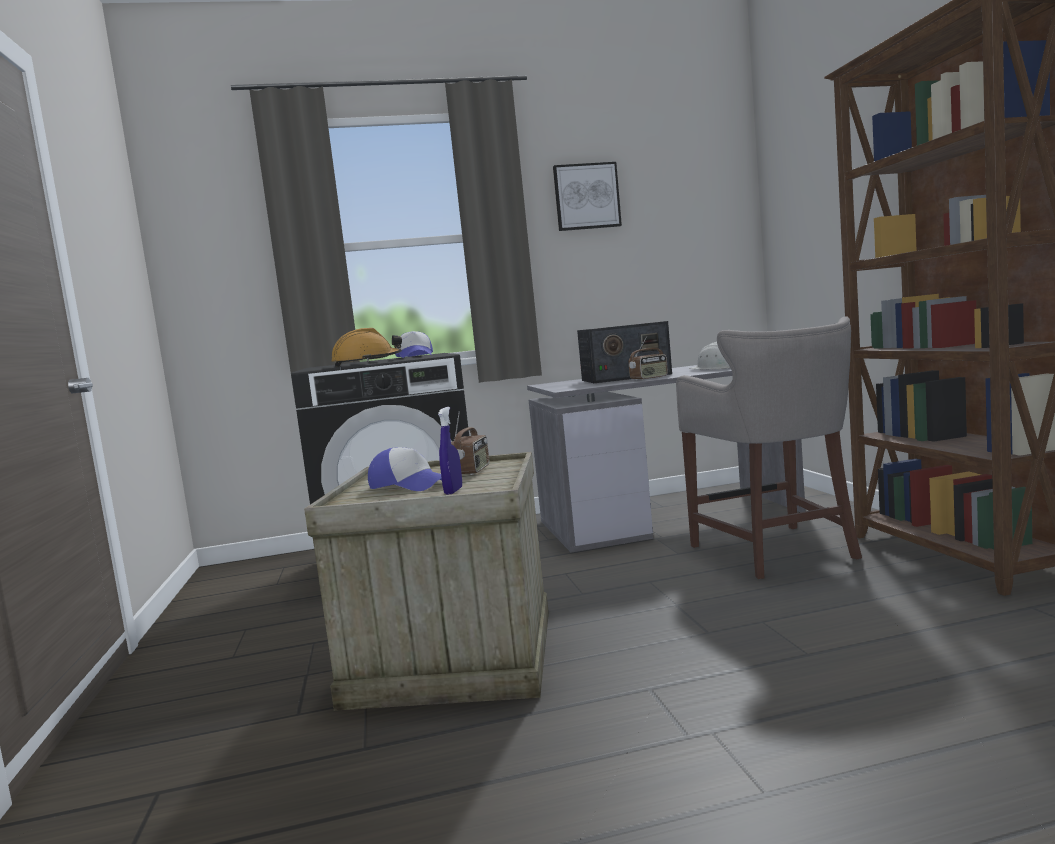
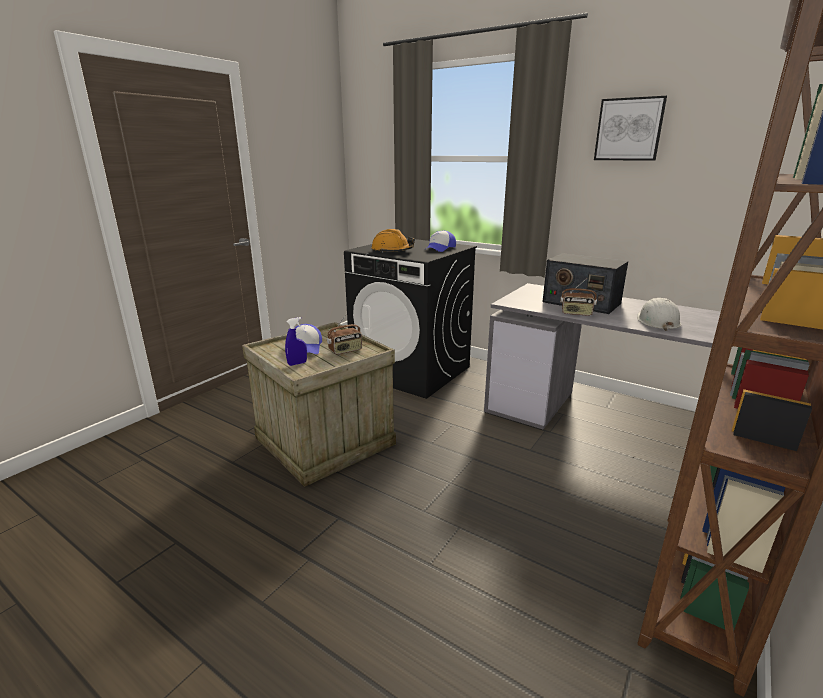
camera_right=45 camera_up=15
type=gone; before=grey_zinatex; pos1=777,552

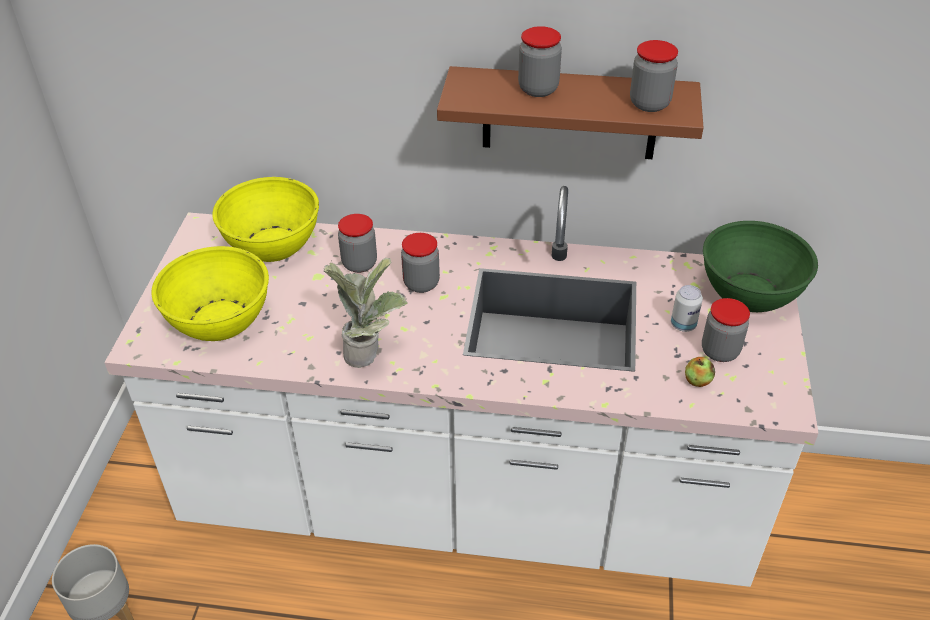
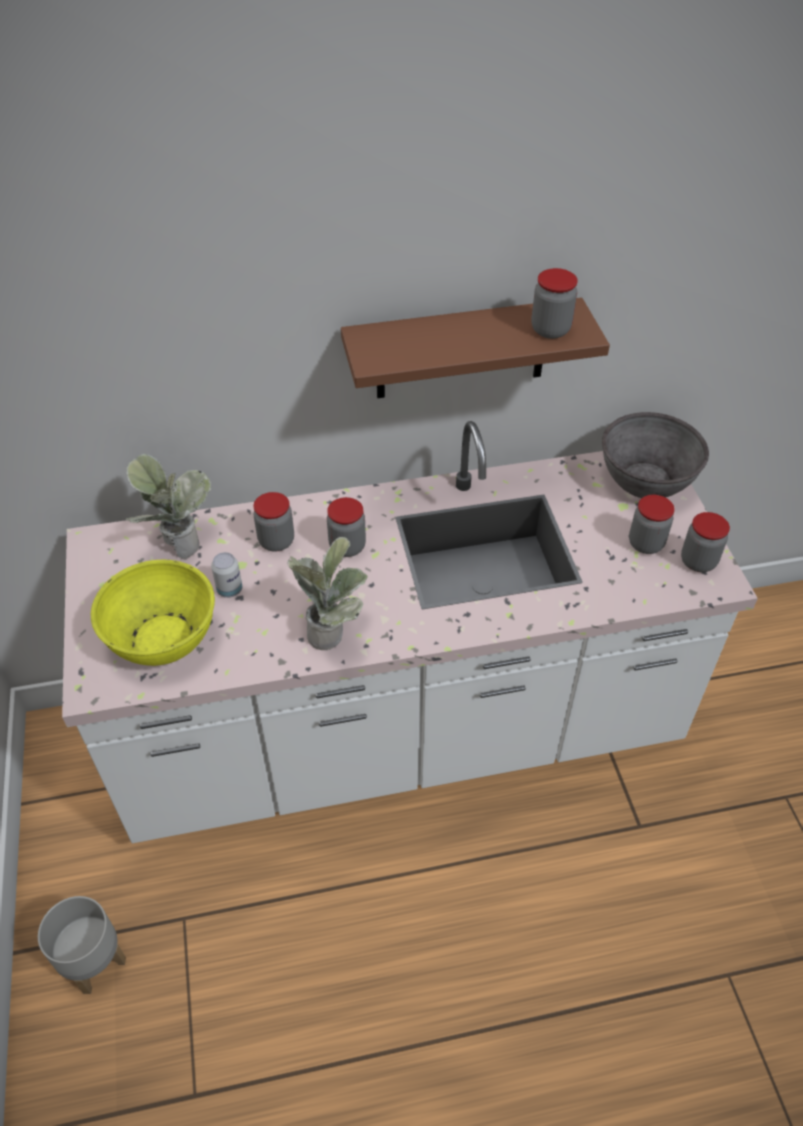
camera_right=-20 camera_up=5
type=gone; before=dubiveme; pos1=697,381
type=shifted; before=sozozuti; pos1=538,89; pos2=698,561
type=shifted; before=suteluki; pos1=683,325; pos2=229,590
type=swapped; before=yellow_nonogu; after=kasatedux; pos1=272,244; pos2=176,542
type=repainted; before=green_nonogu; after=grey_nonogu; pos1=749,292; pos2=646,480

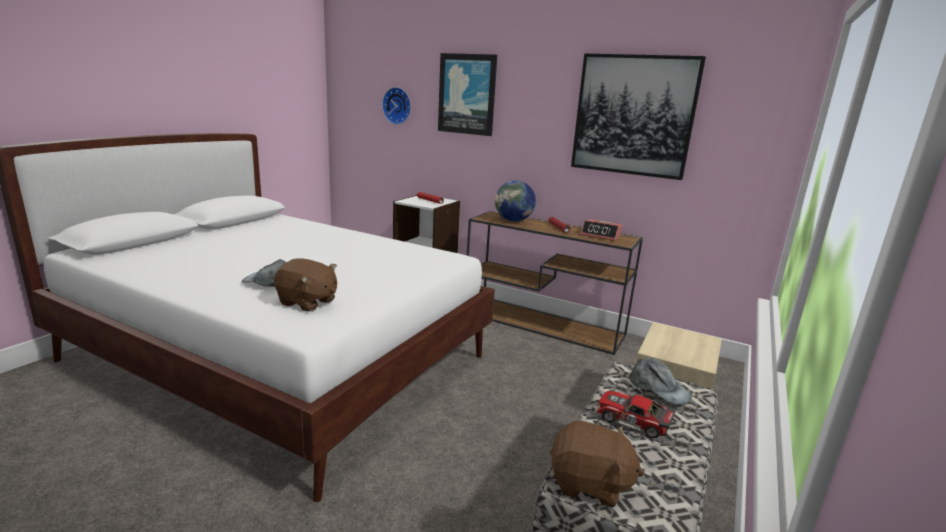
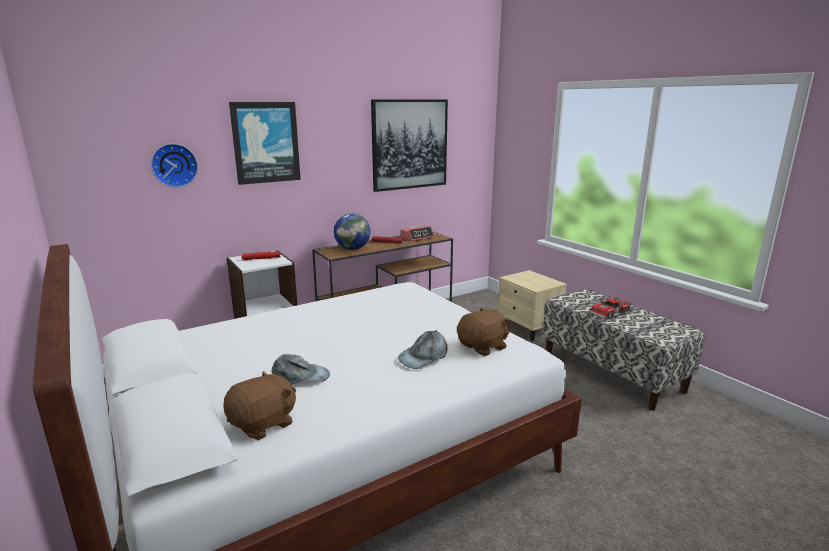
camera_right=-60 camera_up=0
type=shifted; before=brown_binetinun; pos1=589,484; pos2=263,424
type=shifted; before=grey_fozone; pos1=659,388; pos2=300,377

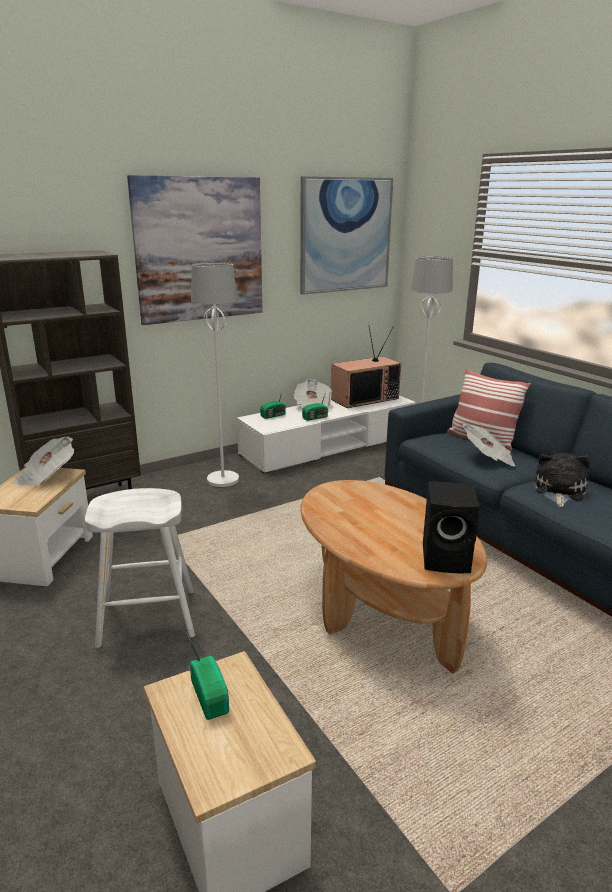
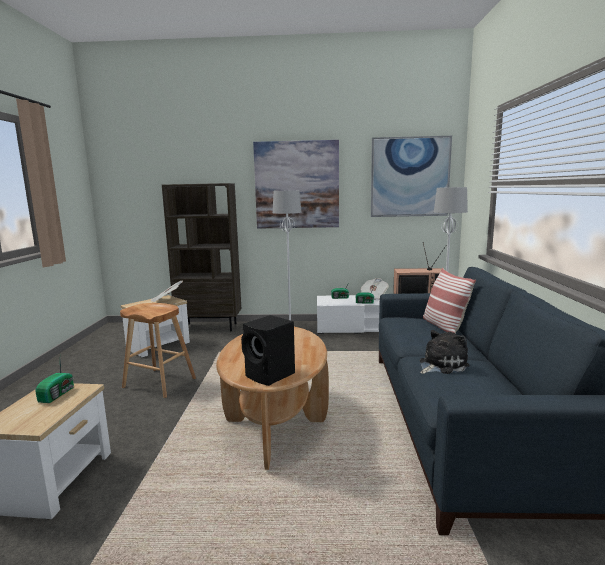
camera_right=35 camera_up=-10
type=gone; before=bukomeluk; pos1=488,458
type=repainted; before=white_zinatex; after=brown_zinatex; pos1=147,618; pos2=159,383

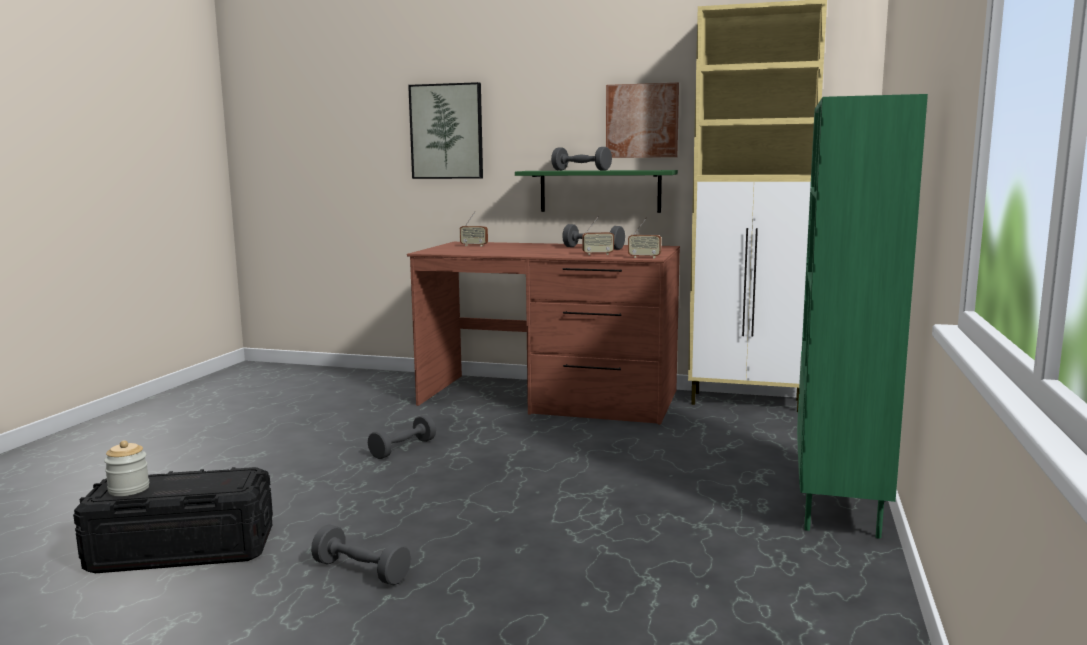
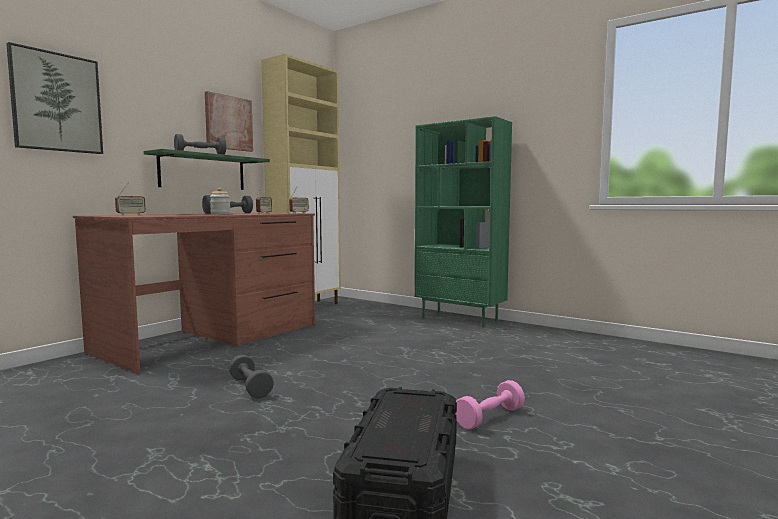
camera_right=-70 camera_up=-5
type=shifted; before=sozozuti; pos1=129,489; pos2=220,214
type=repainted; before=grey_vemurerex; after=pink_vemurerex; pos1=361,571; pos2=489,417

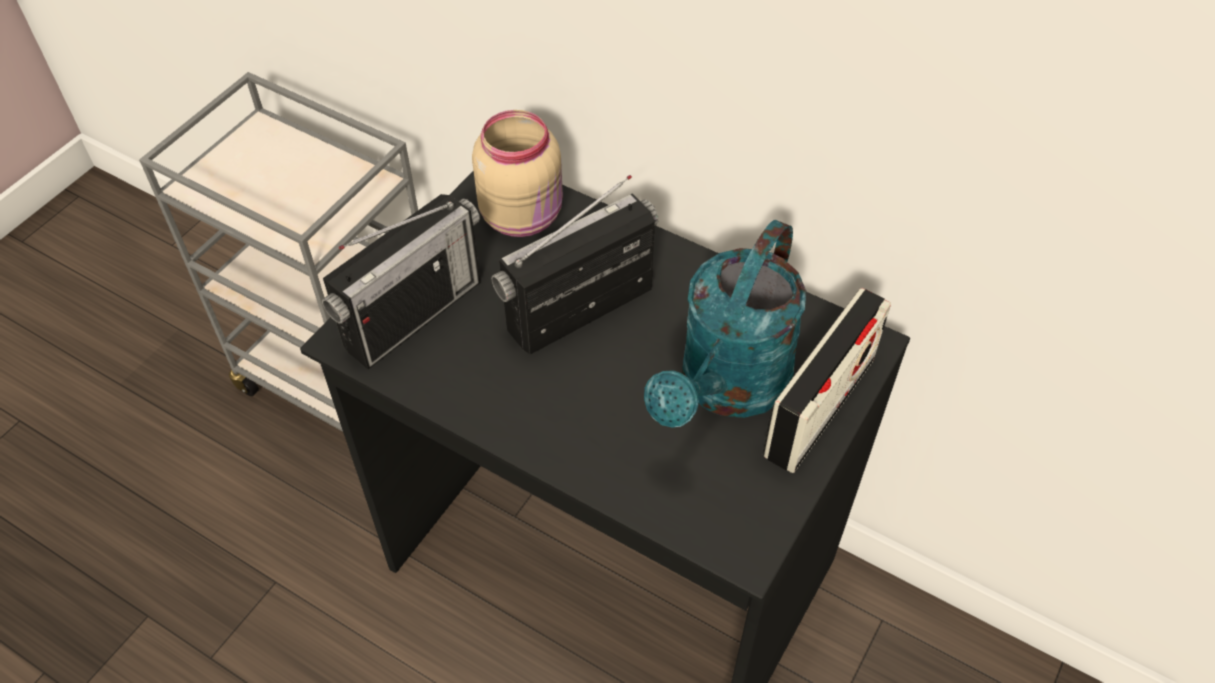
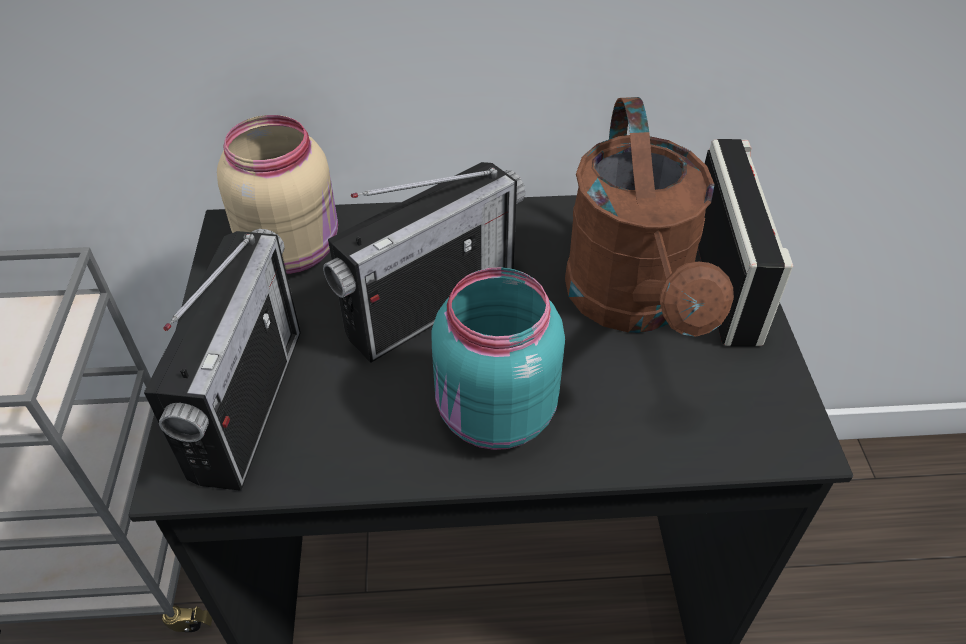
camera_right=-35 camera_up=-5
type=new; after=turquoise_sozozuti; pos2=493,415
type=repainted; before=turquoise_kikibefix; after=brown_kikibefix; pos1=726,388; pos2=633,305
type=rotated; before=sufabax; pos1=580,310; pos2=431,306; turn=-150

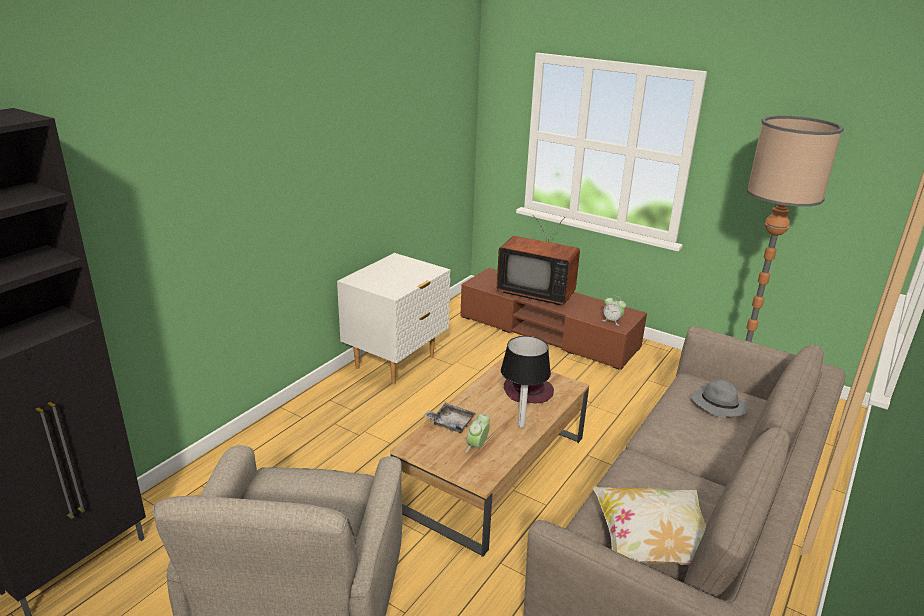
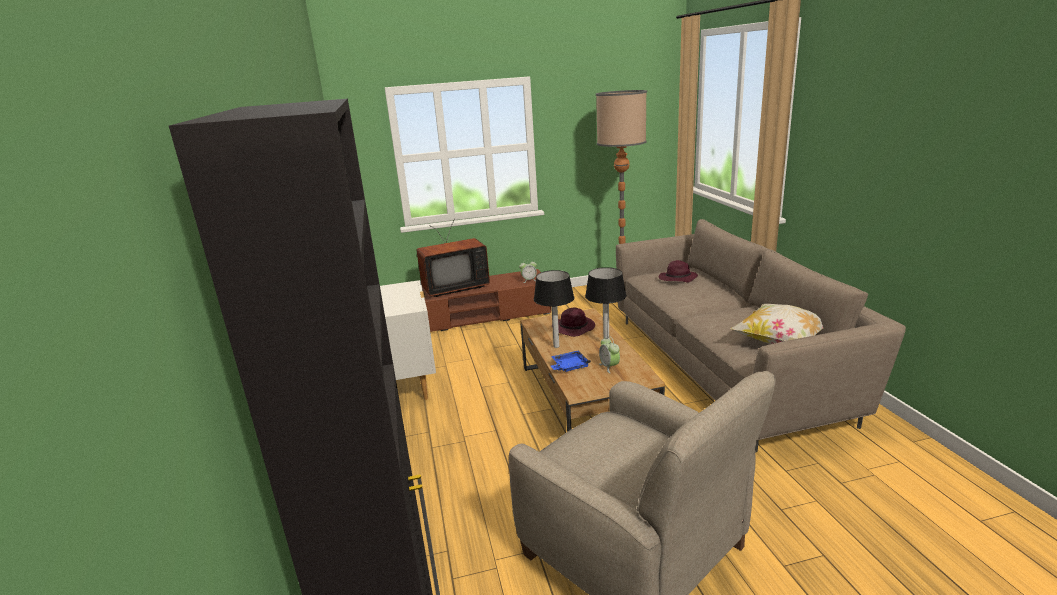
camera_right=-45 camera_up=-5
type=new; after=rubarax; pos2=556,346
type=repainted; before=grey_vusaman; after=blue_vusaman; pos1=450,423; pos2=569,366
type=repainted; before=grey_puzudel; after=purple_puzudel; pos1=717,405; pos2=677,279

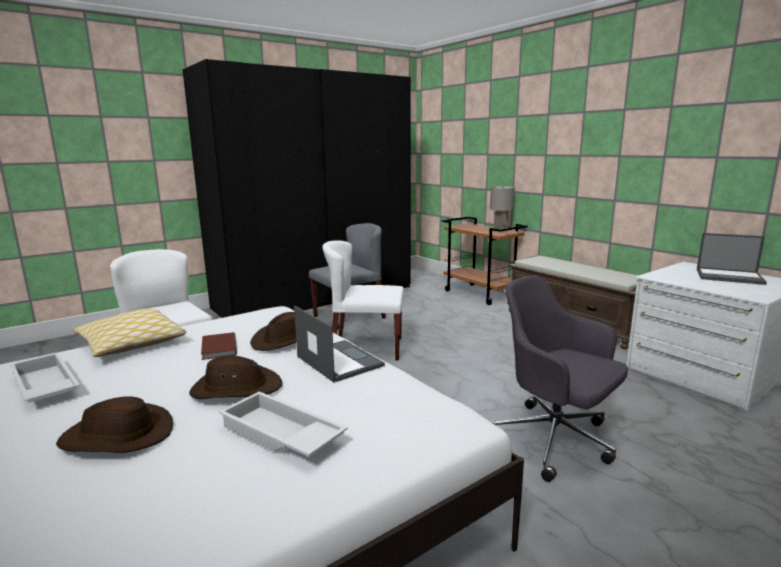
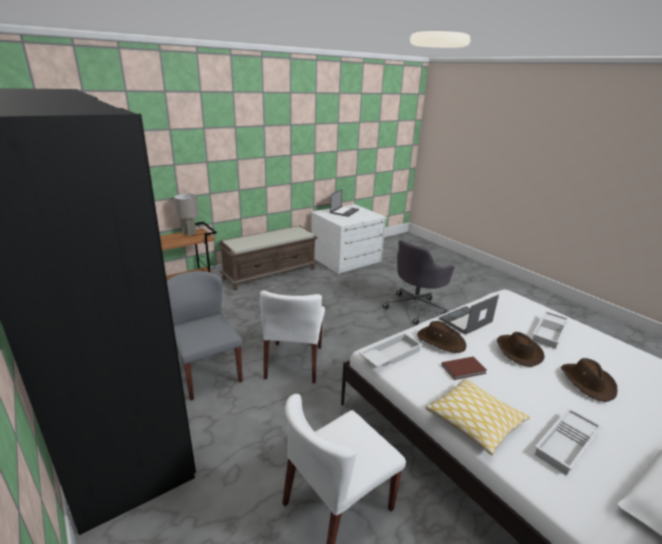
camera_right=-90 camera_up=10
type=new; after=white_vusaman; pos2=390,354

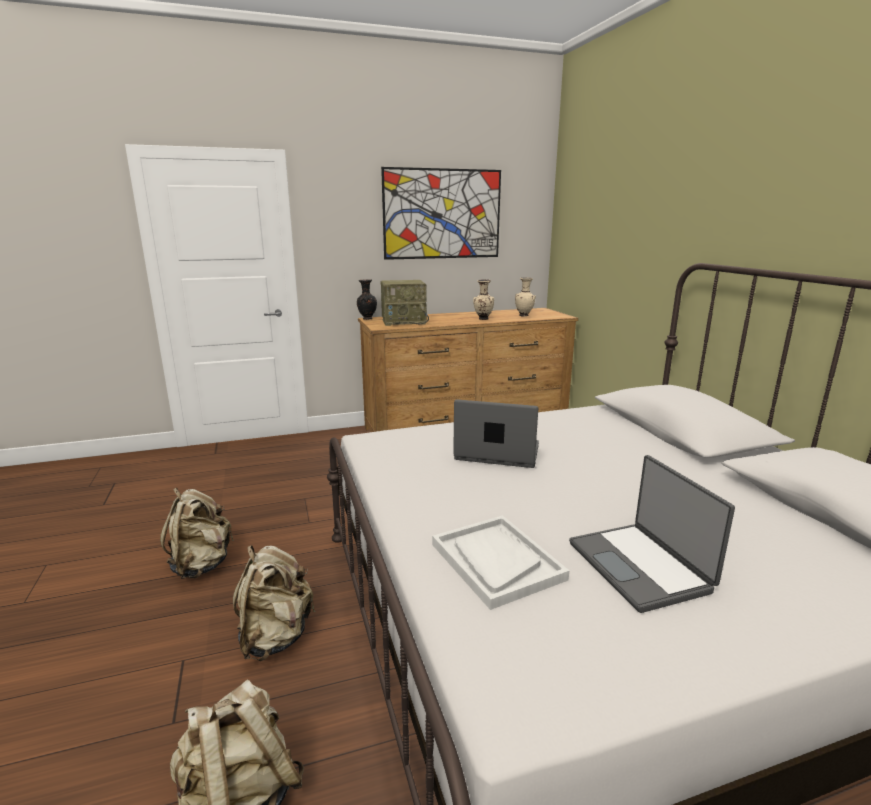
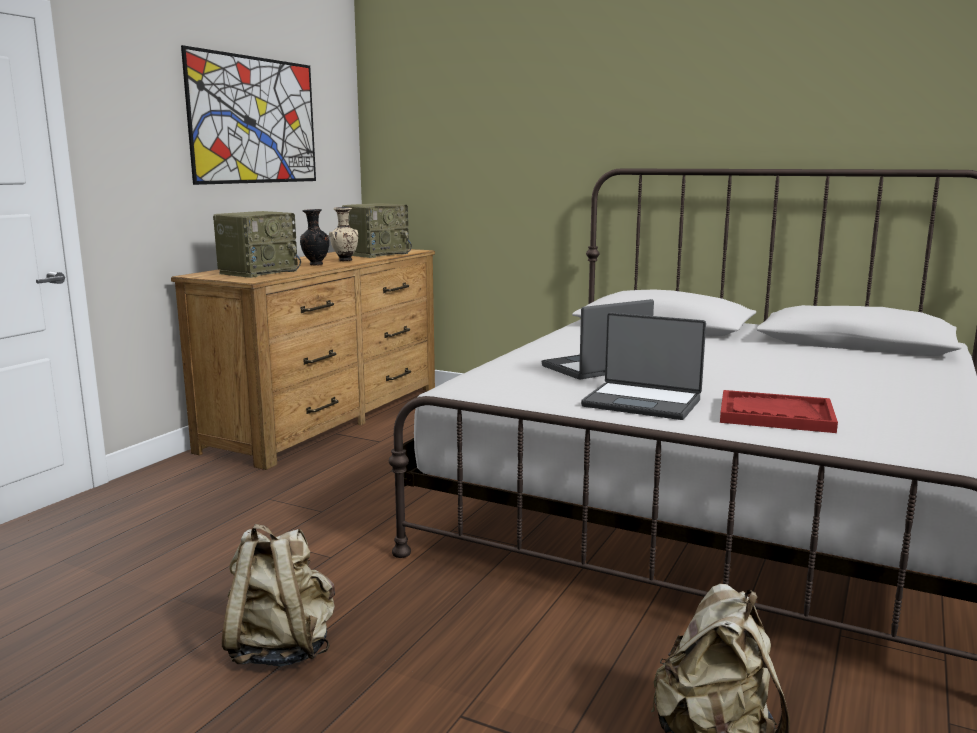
camera_right=-45 camera_up=-5
type=gone; before=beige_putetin; pos1=275,636
type=shifted; before=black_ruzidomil; pos1=367,319; pos2=315,265
type=shifted; before=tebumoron; pos1=640,566; pos2=642,402
type=swapped; before=beige_ruzidomil; after=sufabax; pos1=524,316; pos2=377,254
type=repainted; before=white_vusaman; after=red_vusaman; pos1=496,561; pos2=775,415

